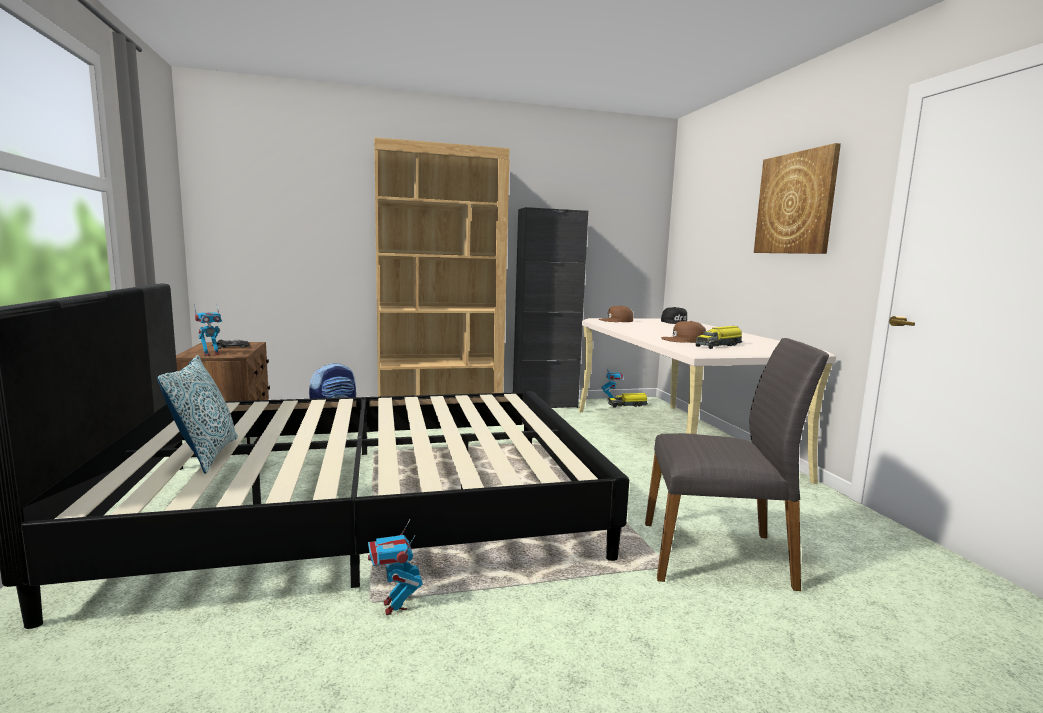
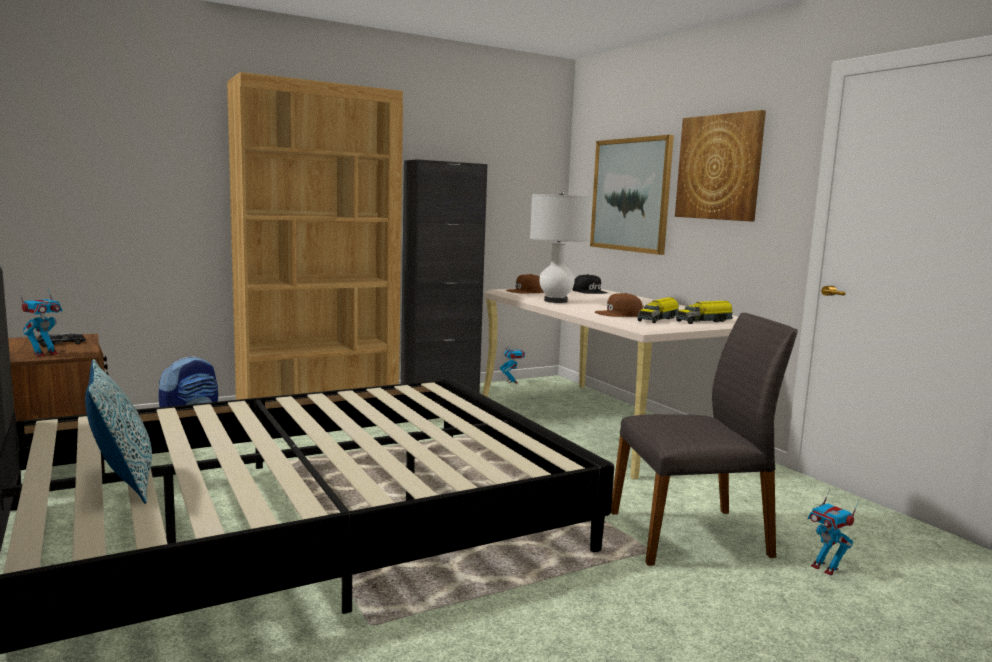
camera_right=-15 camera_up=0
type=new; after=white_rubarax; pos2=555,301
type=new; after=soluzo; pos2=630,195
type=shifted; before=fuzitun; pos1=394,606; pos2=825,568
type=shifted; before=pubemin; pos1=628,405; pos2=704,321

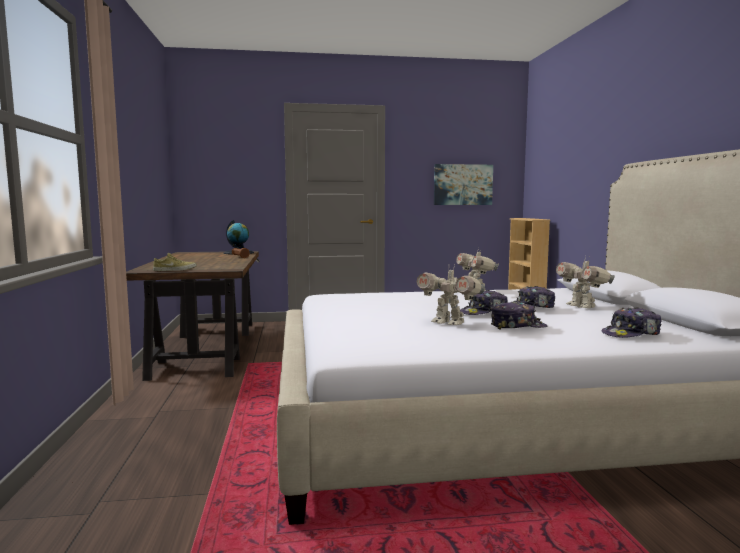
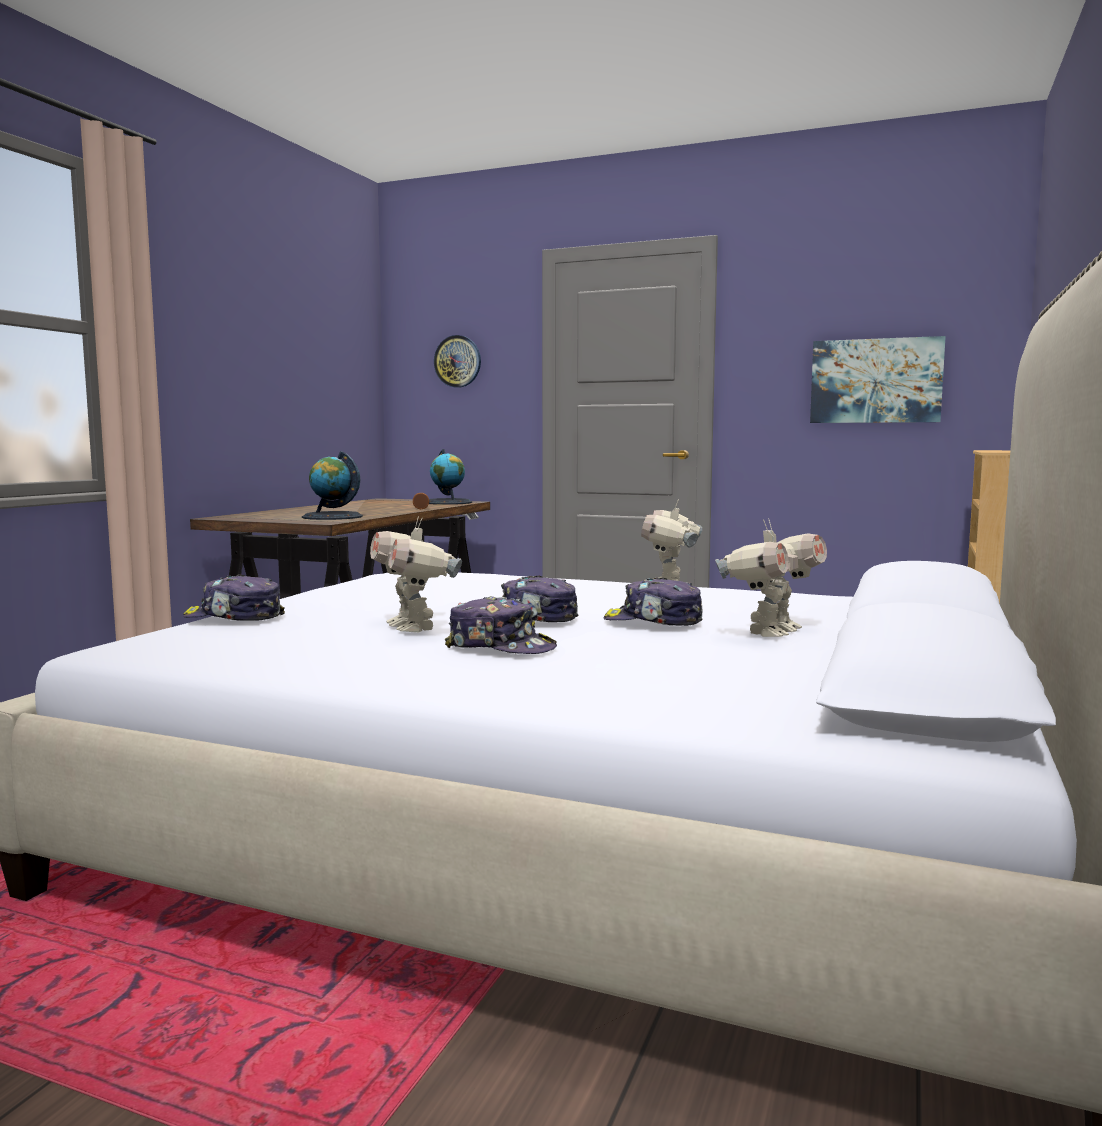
camera_right=30 camera_up=0
type=gone; before=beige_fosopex; pos1=175,270
type=new; after=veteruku; pos2=332,517
type=new; after=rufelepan; pos2=458,361
type=shifted; before=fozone; pos1=631,334; pos2=234,618
type=rotated; before=fuzitun; pos1=582,306; pos2=770,633; turn=-150

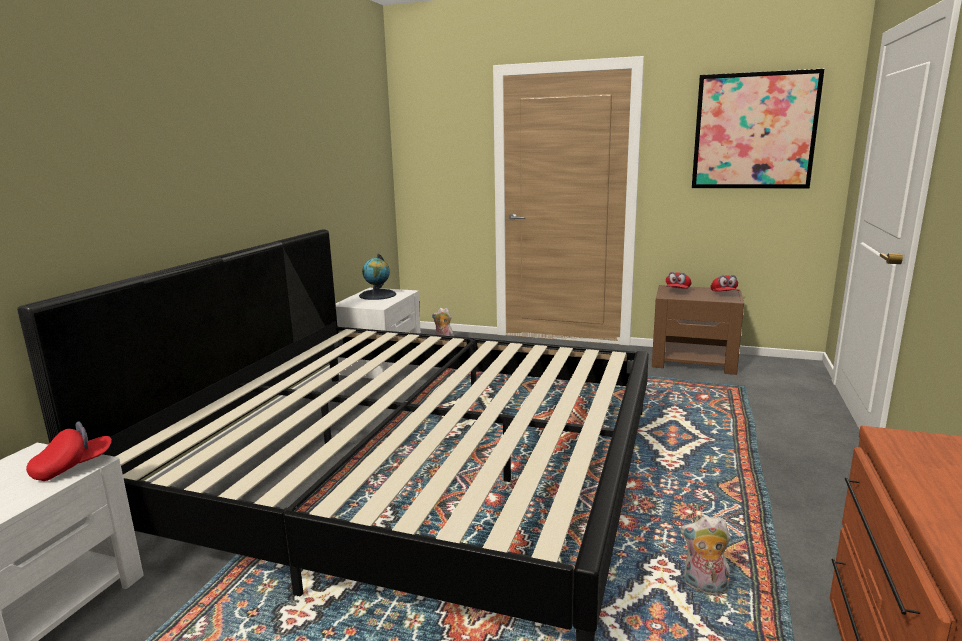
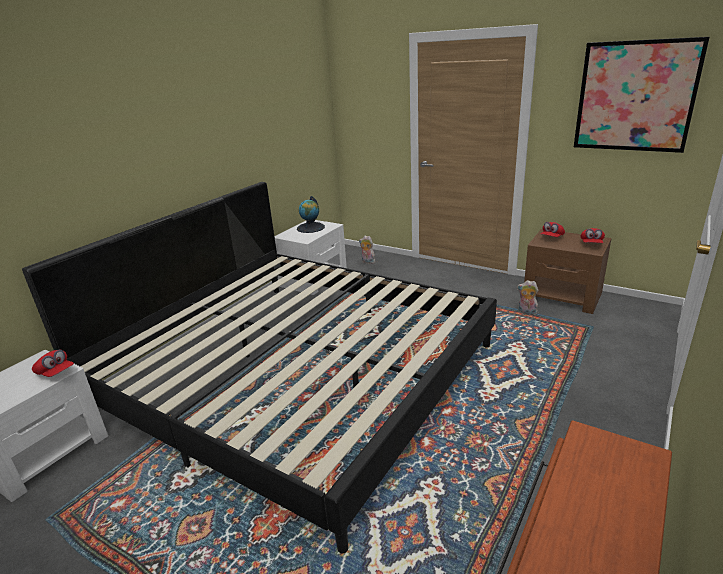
camera_right=15 camera_up=10
type=shifted; before=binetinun; pos1=703,588; pos2=526,313
type=rotated; before=red_fozone; pos1=73,467; pos2=55,373; turn=60

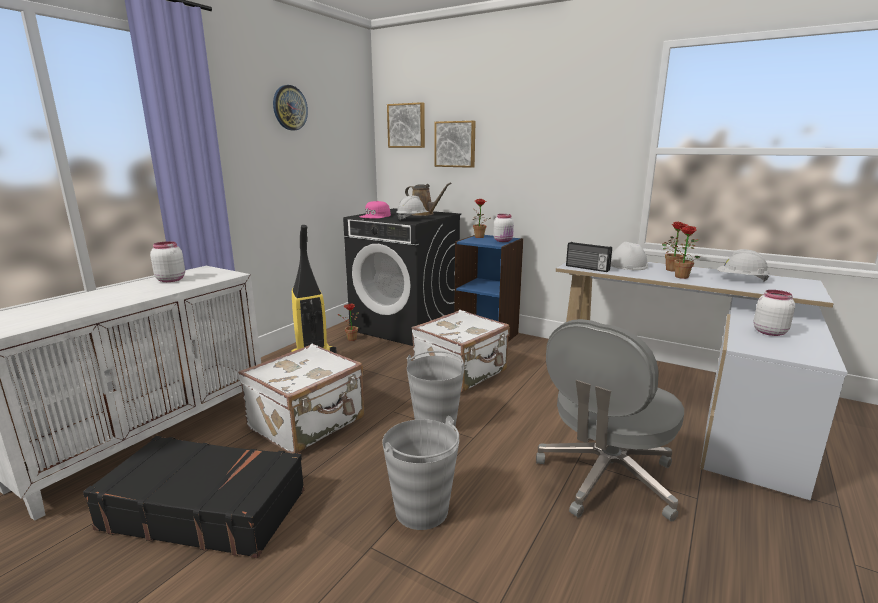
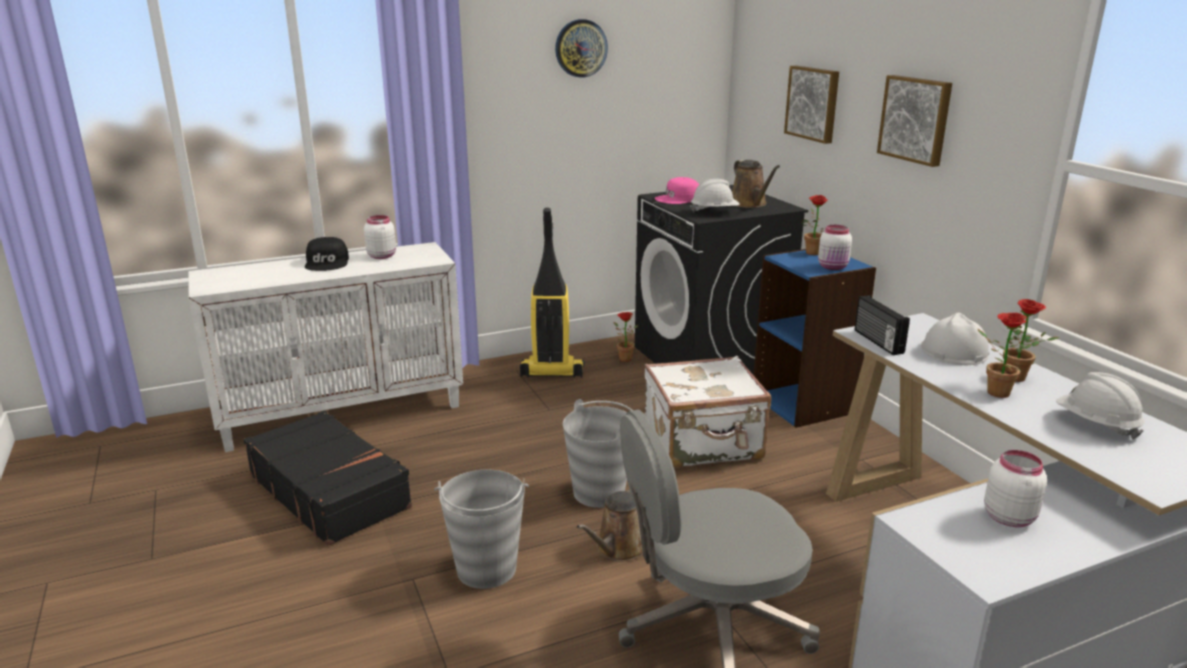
camera_right=35 camera_up=5
type=gone; before=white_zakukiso; pos1=308,423
type=new; after=black_fozone; pos2=328,262
type=new; after=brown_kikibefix; pos2=618,549
type=shifted; before=soluzo; pos1=407,125; pos2=916,119

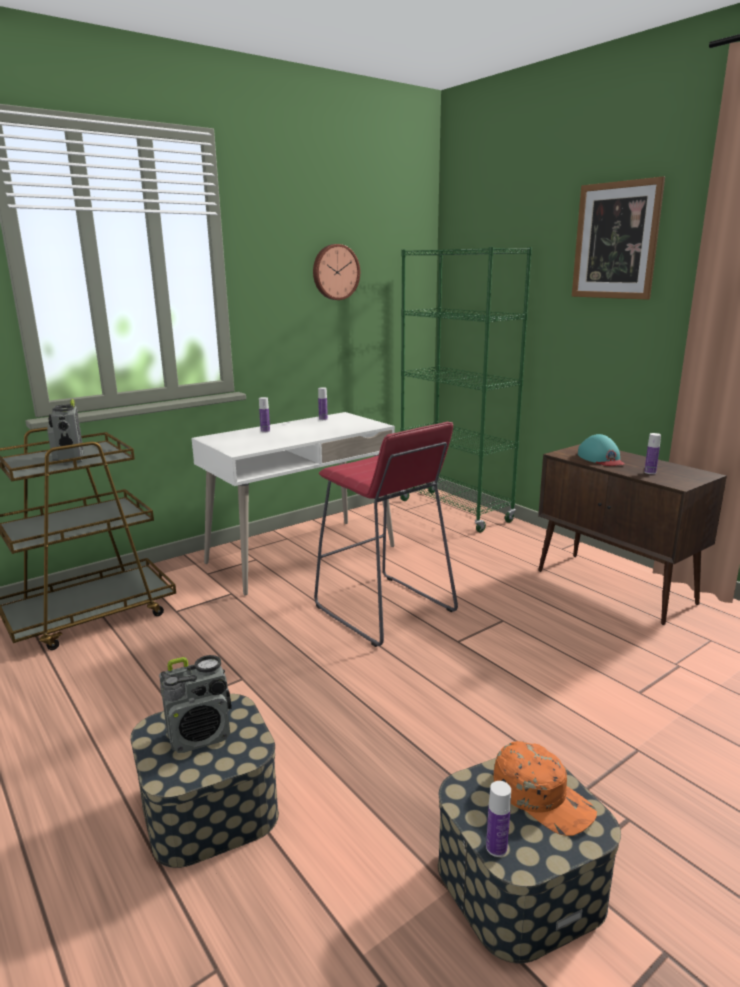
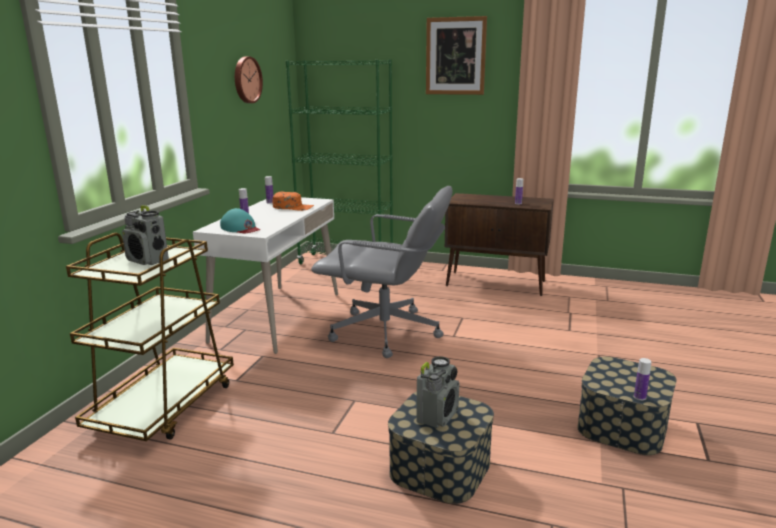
camera_right=-35 camera_up=0
type=shifted; before=orange_fozone; pos1=542,796; pos2=293,207
type=shifted; before=turquoise_fozone; pos1=601,458; pos2=240,228
type=swapped; before=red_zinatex; after=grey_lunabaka; pos1=384,610; pos2=386,333

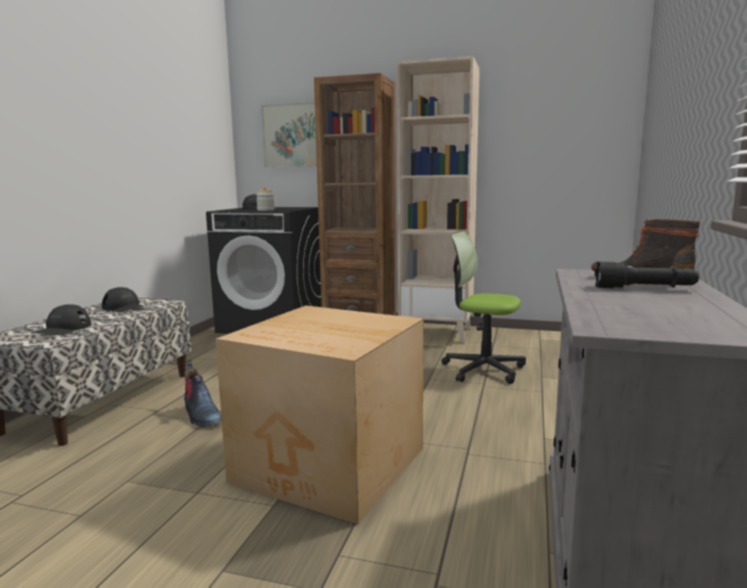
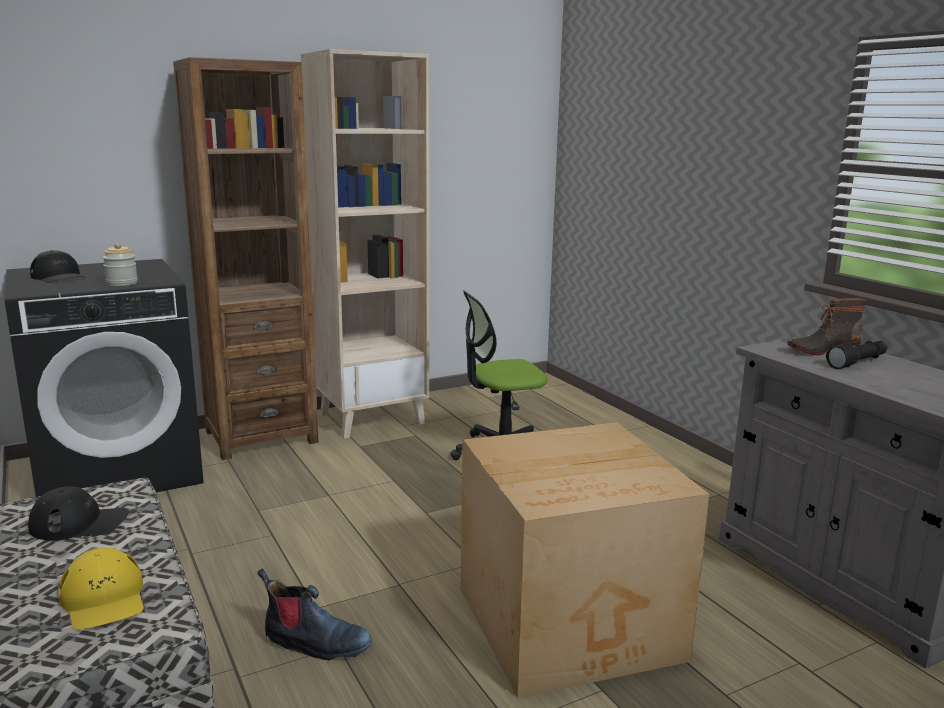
camera_right=-45 camera_up=5
type=gone; before=soluzo; pos1=291,135
type=repainted; before=black_fozone; after=yellow_fozone; pos1=63,329; pos2=104,600

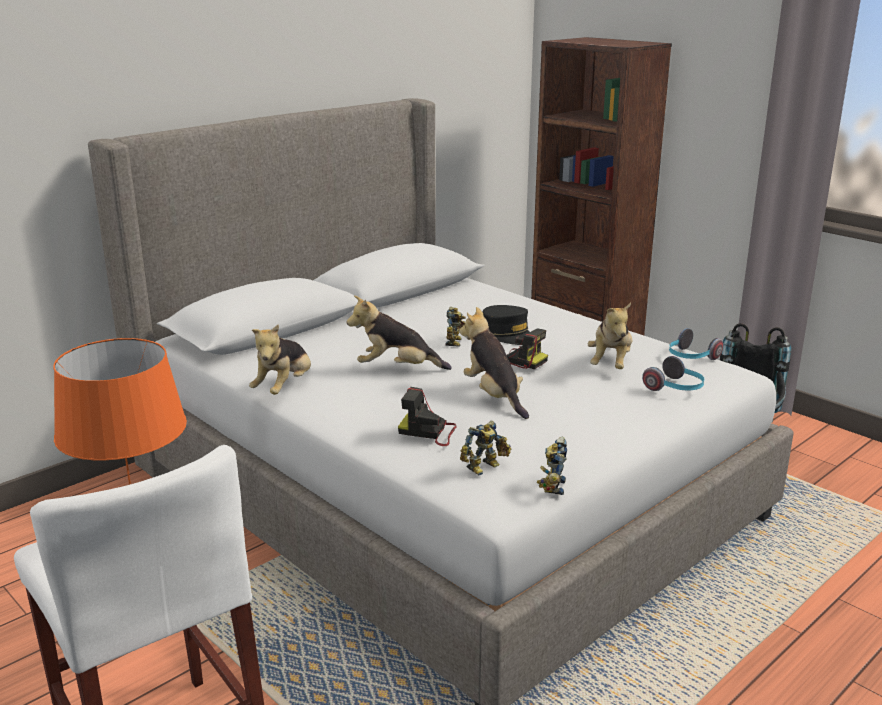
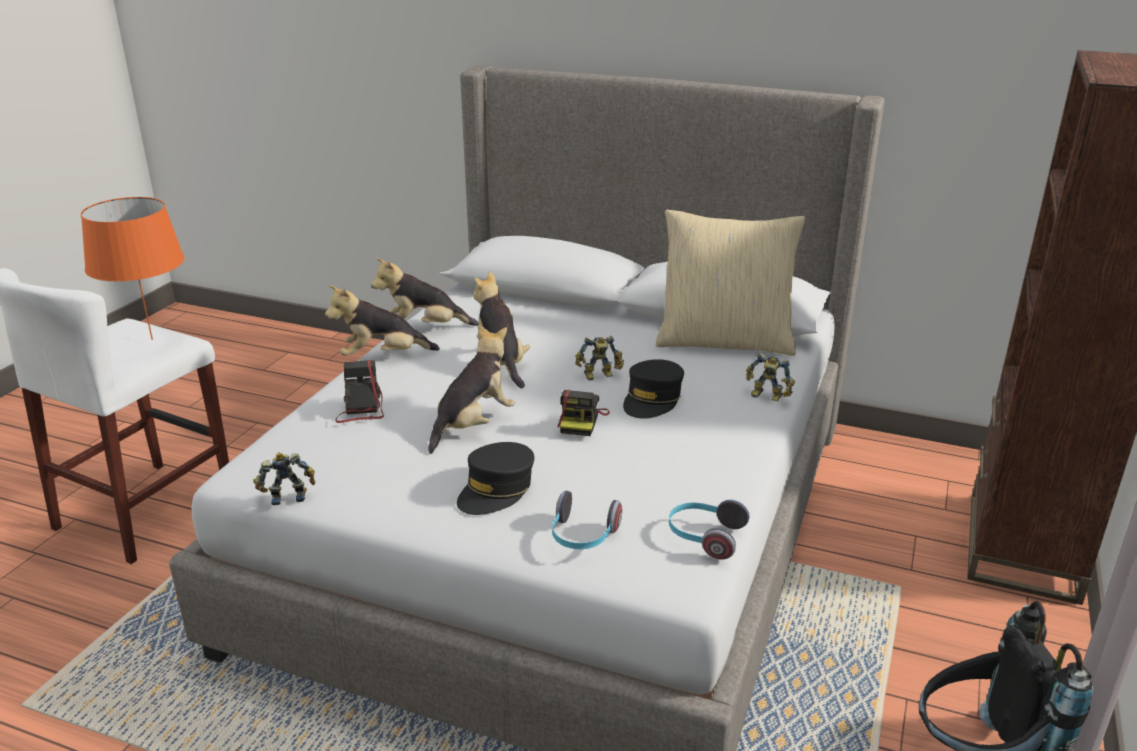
camera_right=65 camera_up=5
type=new; after=black_fozone; pos2=496,490
type=new; after=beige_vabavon; pos2=725,341
type=shifted; before=fuzitun; pos1=485,468; pos2=767,397
type=shifted; before=binetinun; pos1=610,363; pos2=382,356

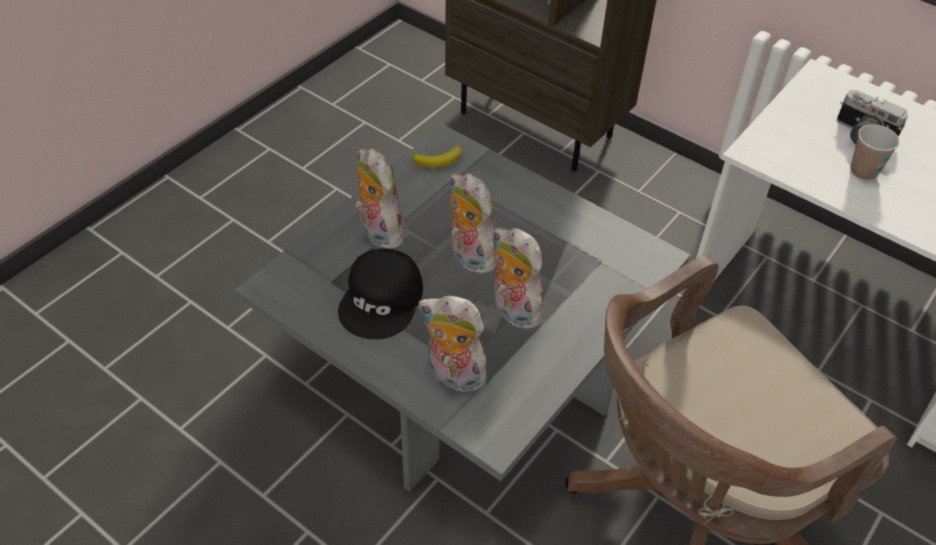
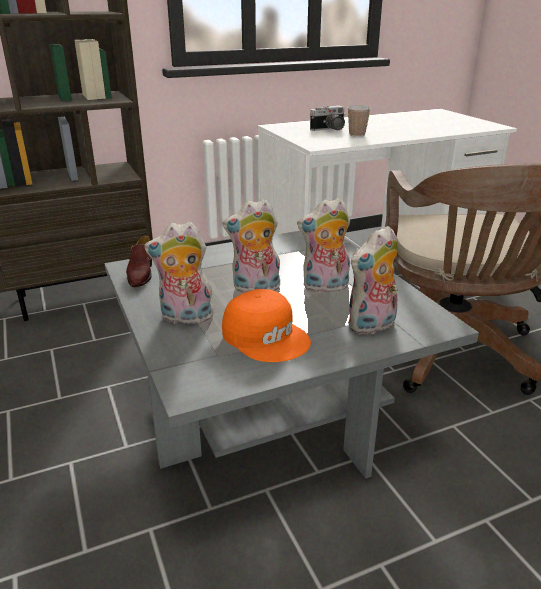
camera_right=-60 camera_up=-20
type=swapped; before=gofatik; after=brown_fosopex; pos1=440,160; pos2=140,273
type=repainted; before=black_fozone; after=orange_fozone; pos1=382,301; pos2=266,336

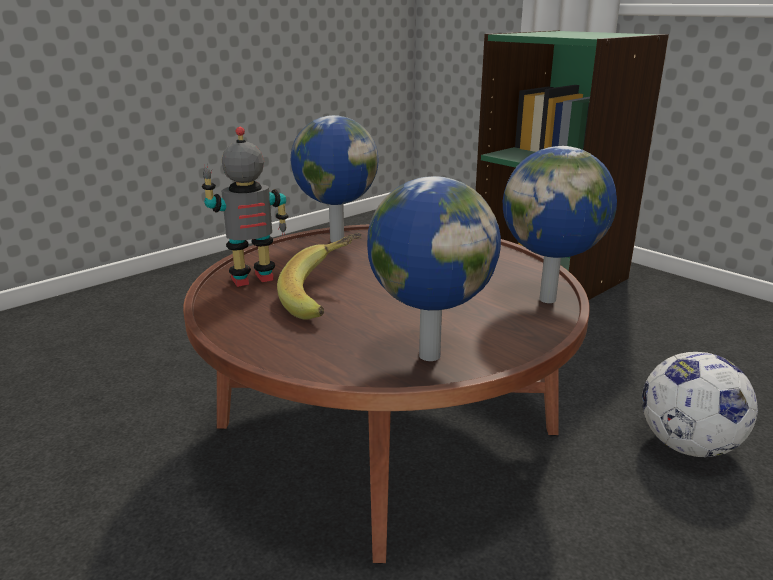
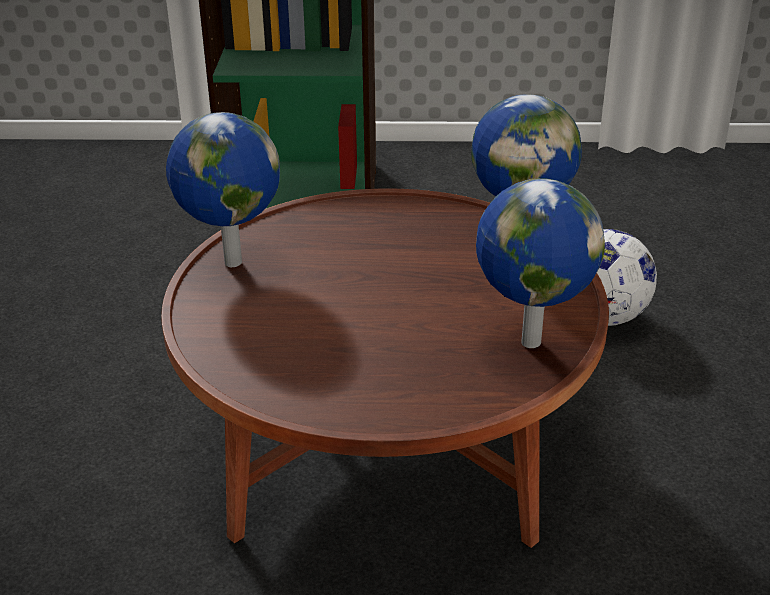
camera_right=-45 camera_up=10
type=gone; before=fuzitun; pos1=253,280
type=gone; before=gofatik; pos1=327,298

